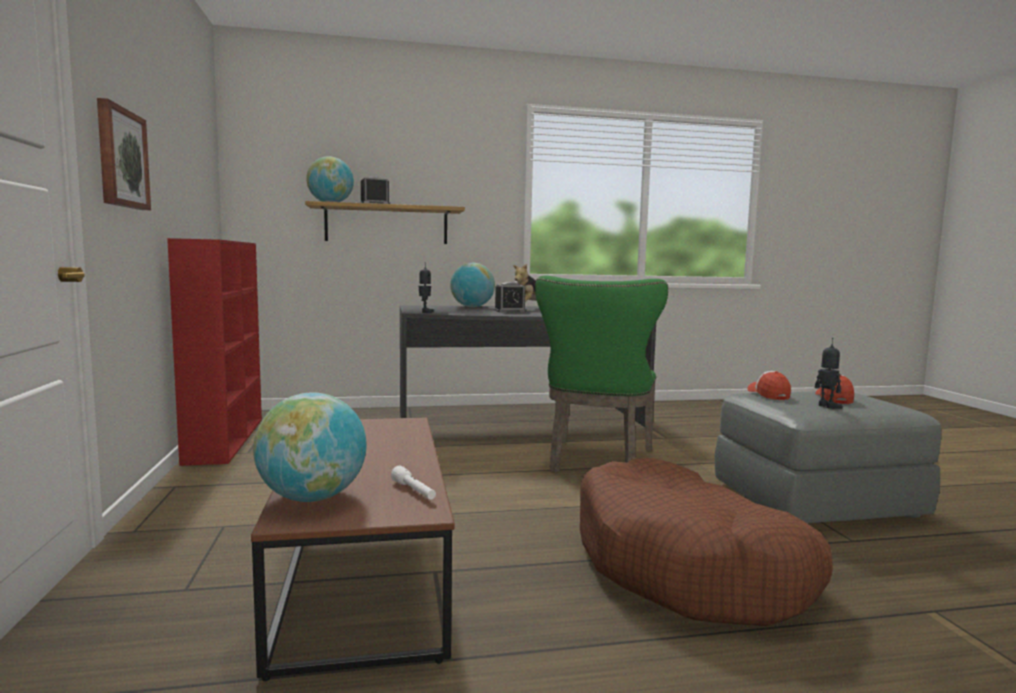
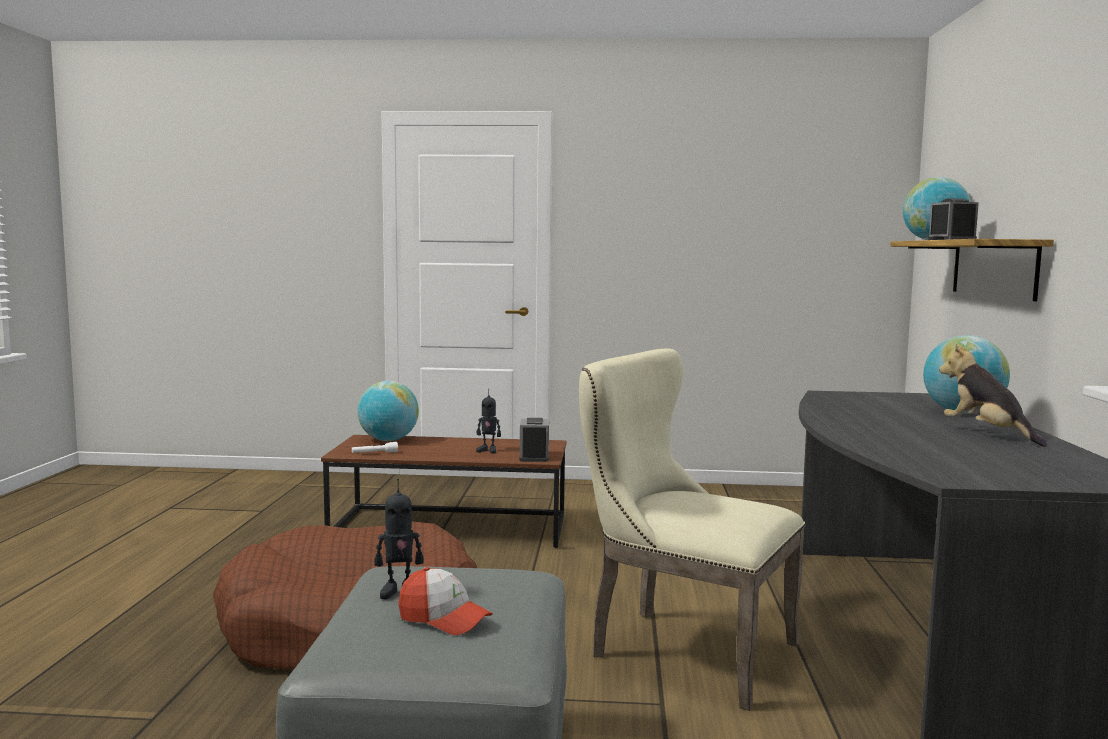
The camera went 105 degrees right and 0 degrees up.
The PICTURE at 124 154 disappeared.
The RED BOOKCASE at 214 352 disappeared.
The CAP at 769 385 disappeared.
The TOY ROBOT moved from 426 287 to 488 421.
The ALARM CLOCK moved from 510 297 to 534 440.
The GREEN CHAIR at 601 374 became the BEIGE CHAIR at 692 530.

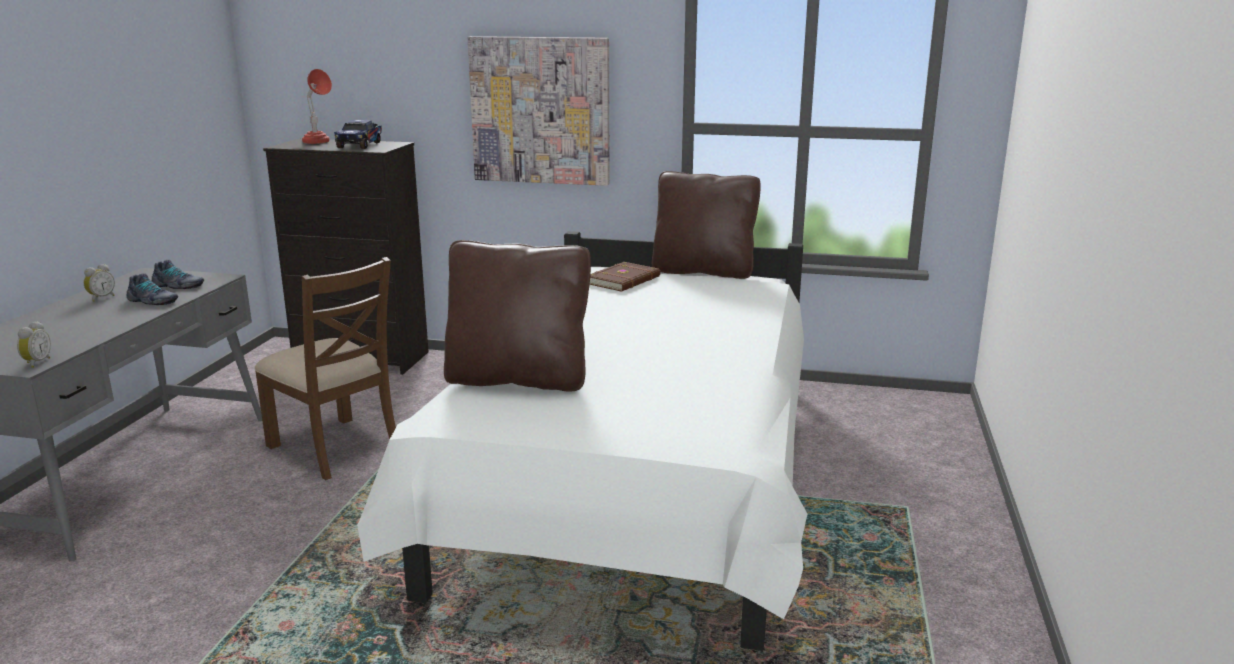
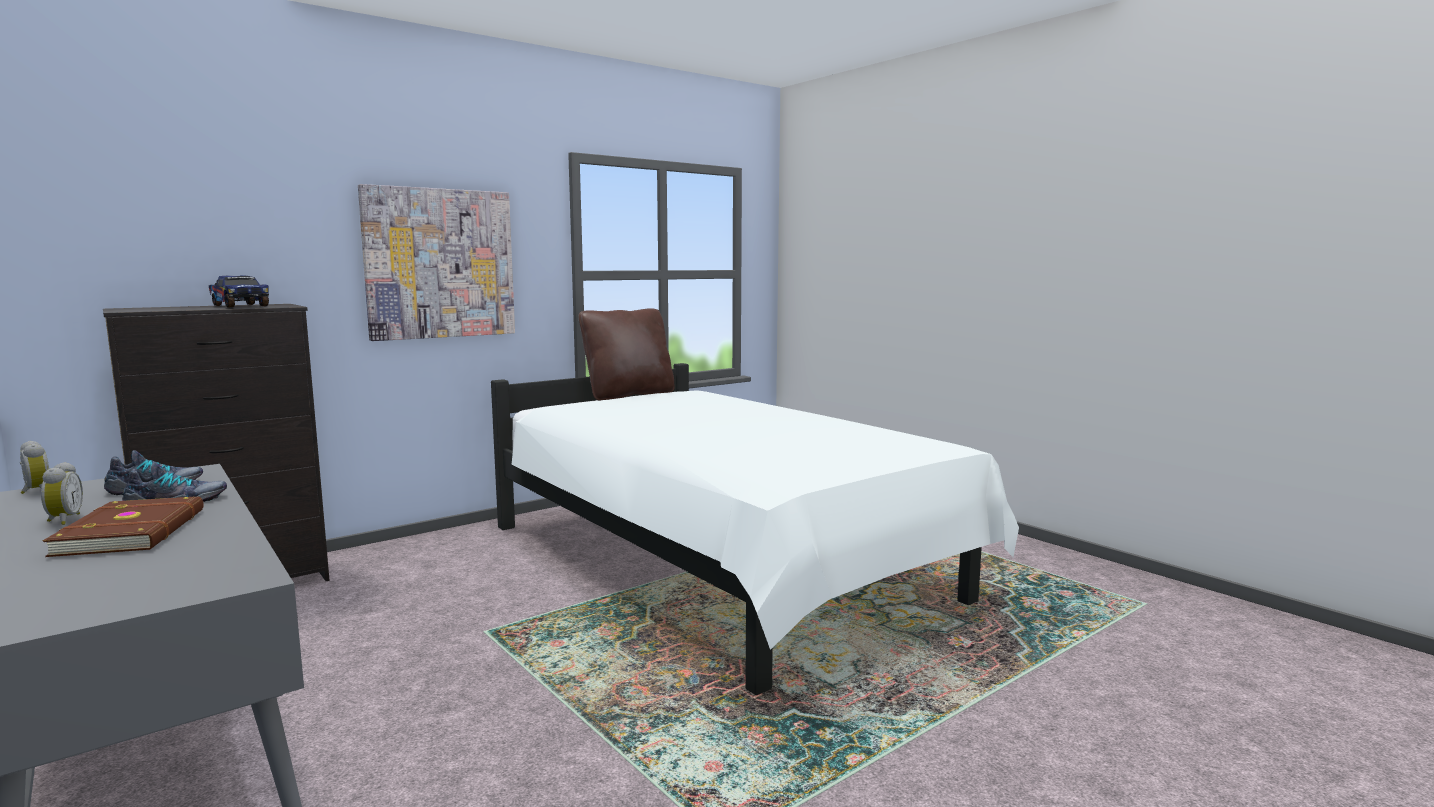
The camera went 50 degrees left and 10 degrees down.
The BROWN CHAIR at 325 368 disappeared.
The RED TABLE LAMP at 317 106 disappeared.
The BROWN PILLOW at 517 316 disappeared.
The ALARM CLOCK moved from 34 344 to 34 467.
The BROWN BOOK moved from 625 277 to 123 527.

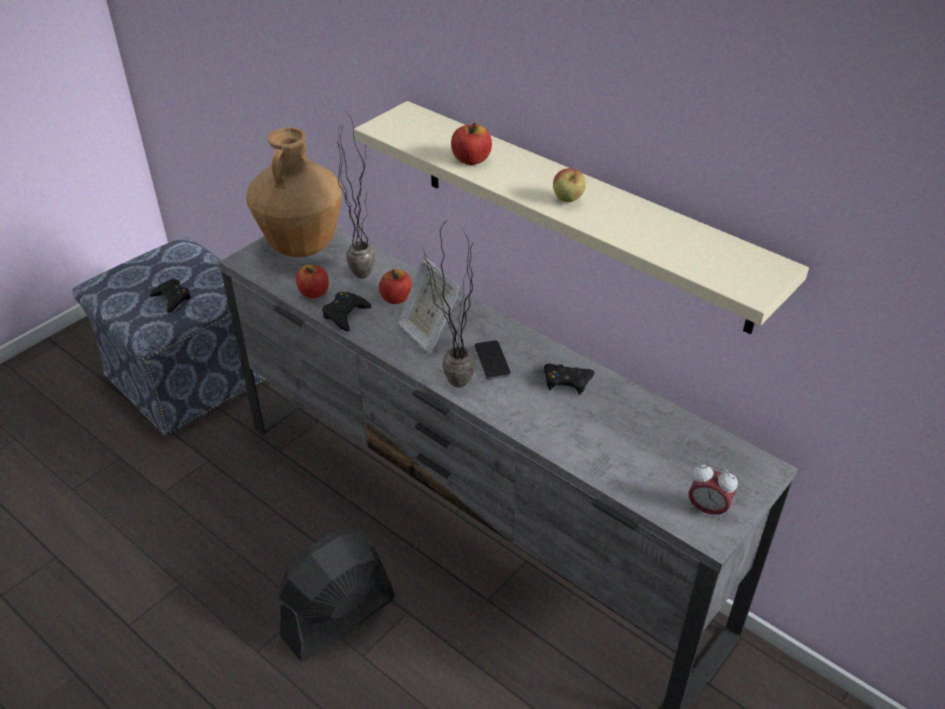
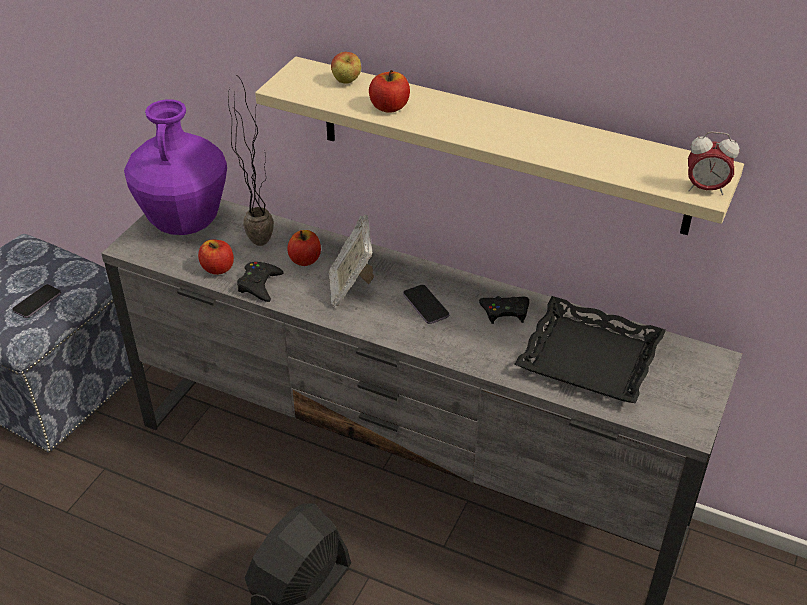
The camera went 15 degrees left and 0 degrees up.
The POTTED PLANT at 449 306 disappeared.
The BLACK TRAY at 590 349 appeared.
The APPLE moved from 569 185 to 346 67.
The ALARM CLOCK moved from 713 492 to 713 163.
The BLACK GAME CONTROLLER at 170 296 was replaced by the PHONE at 36 301.
The BROWN VASE at 294 192 became the PURPLE VASE at 175 167.
The PICTURE FRAME at 429 306 turned 45 degrees clockwise.

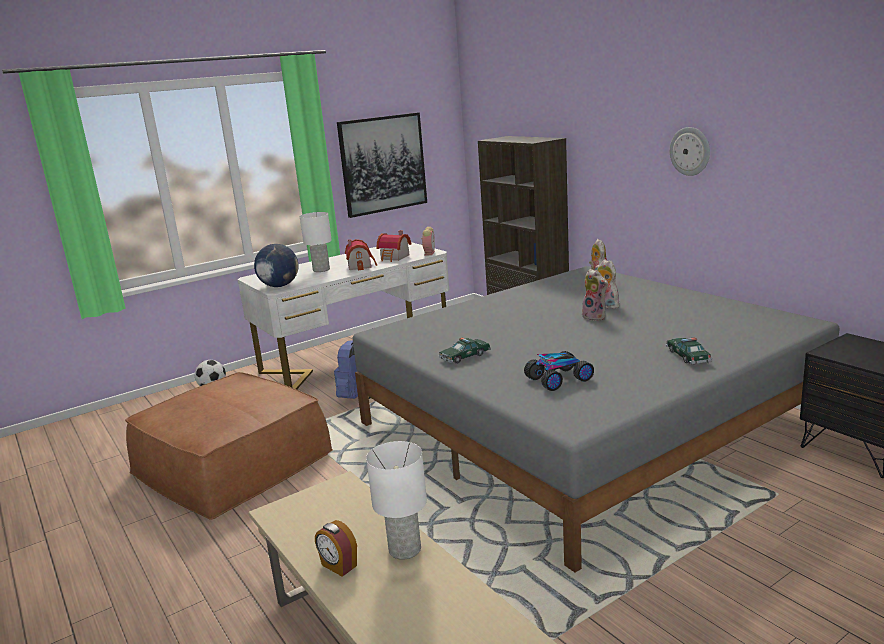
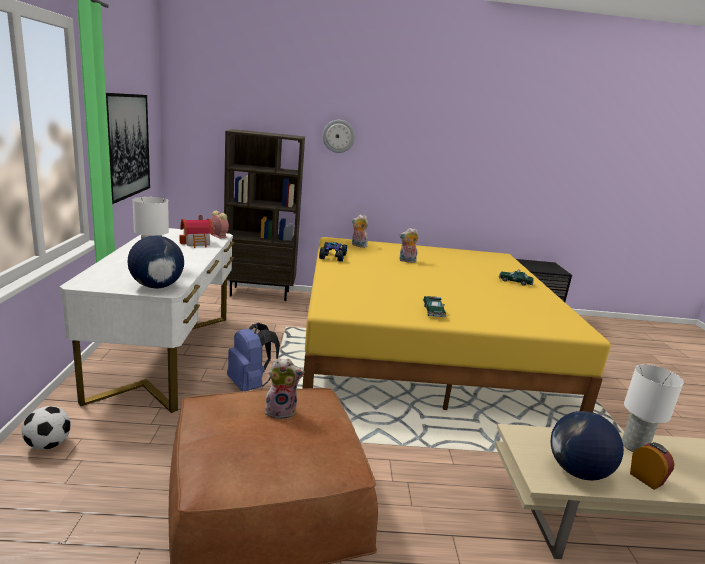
The camera went 60 degrees left and 0 degrees up.
The TOY HOUSE at 361 255 disappeared.
The GLOBE at 587 445 appeared.
The TOY CAR moved from 559 371 to 333 252.
The PLUSH TOY moved from 595 295 to 285 388.
The WALL CLOCK moved from 690 151 to 339 136.
The GREY BED at 596 419 became the YELLOW BED at 456 324.
The ALARM CLOCK at 336 548 turned 105 degrees counterclockwise.

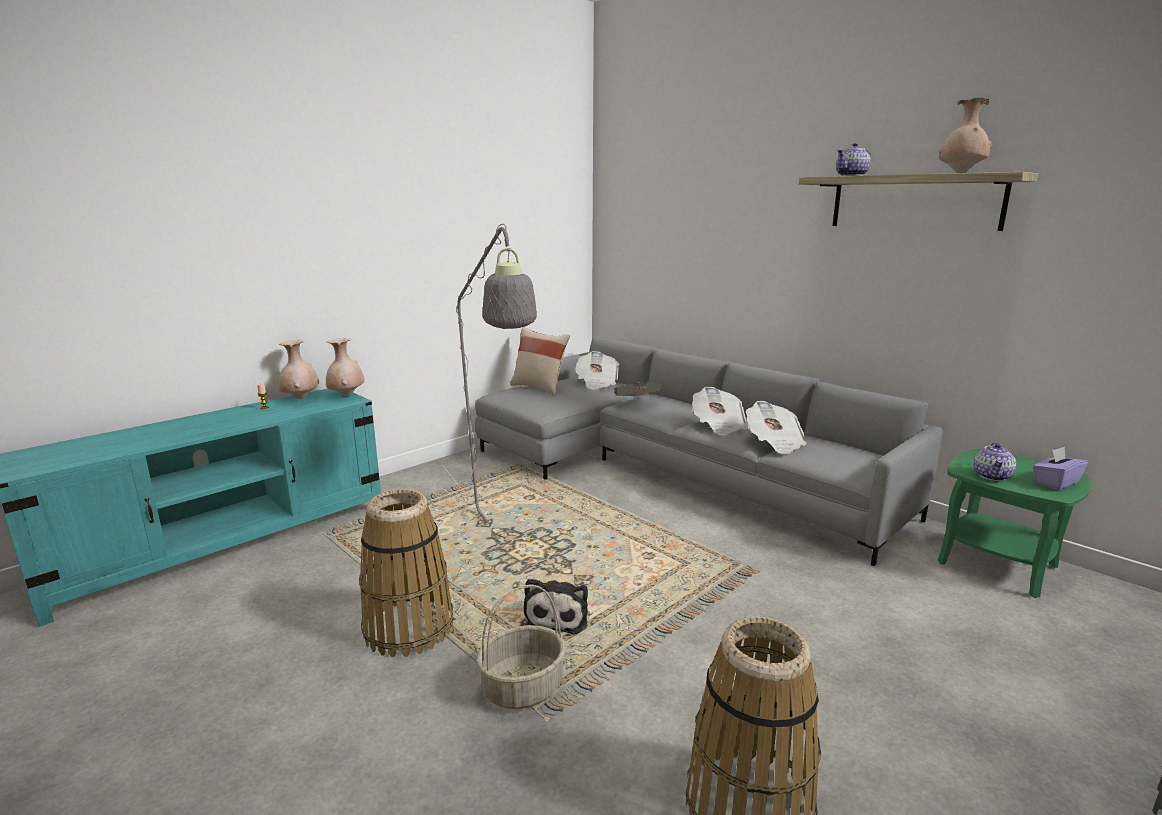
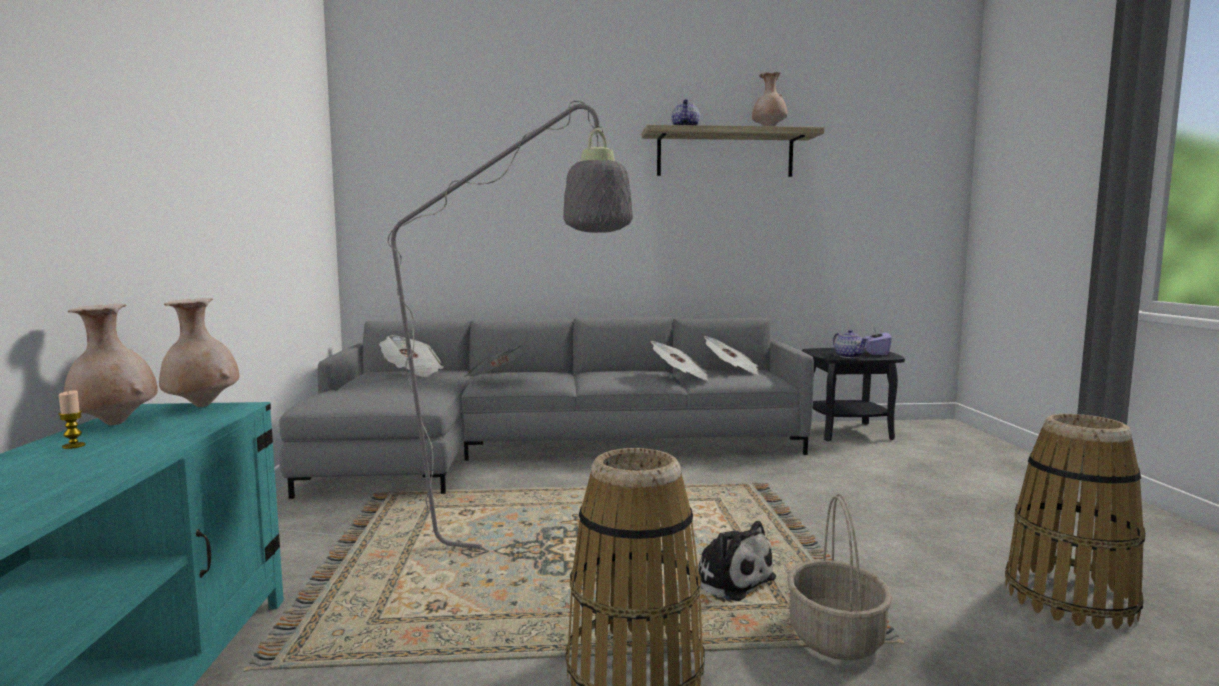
The camera went 50 degrees left and 10 degrees down.
The BEIGE PILLOW at 540 361 disappeared.
The NEWSPAPER moved from 719 411 to 731 355.
The GREEN SIDE TABLE at 1014 523 became the BLACK SIDE TABLE at 853 394.

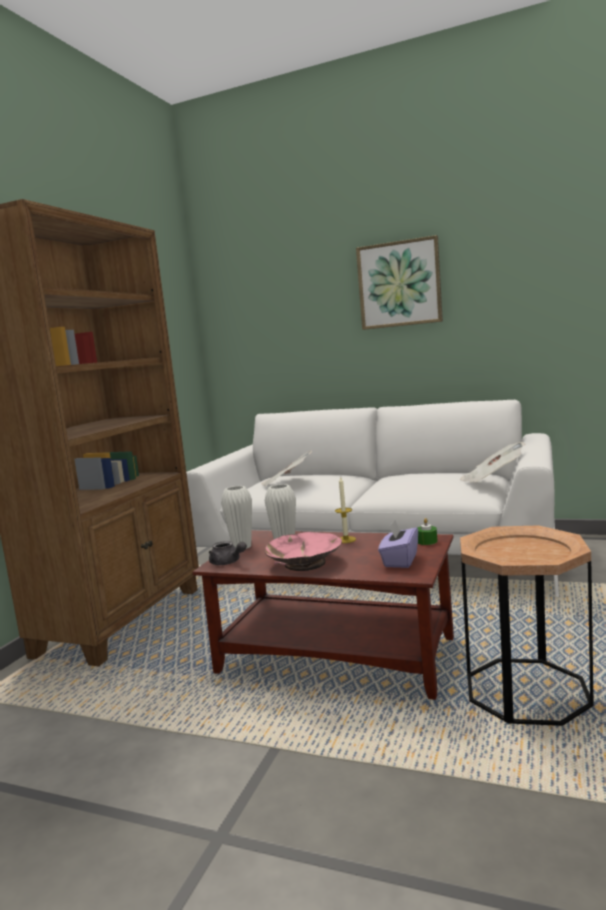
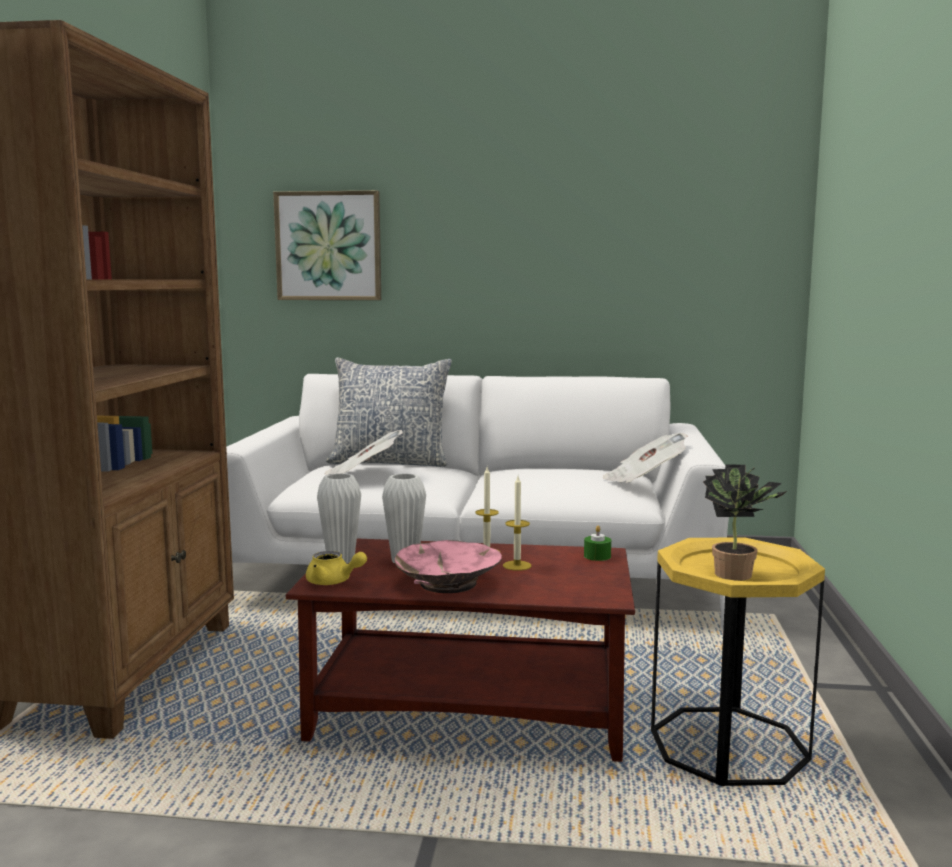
The camera went 15 degrees left and 0 degrees up.
The PURPLE TISSUE BOX at 398 544 disappeared.
The PILLOW at 389 411 appeared.
The CANDLE at 517 523 appeared.
The POTTED PLANT at 745 522 appeared.
The PICTURE moved from 399 282 to 327 245.
The GREY TEAPOT at 228 553 became the YELLOW TEAPOT at 336 568.
The BROWN SIDE TABLE at 527 625 became the YELLOW SIDE TABLE at 738 661.

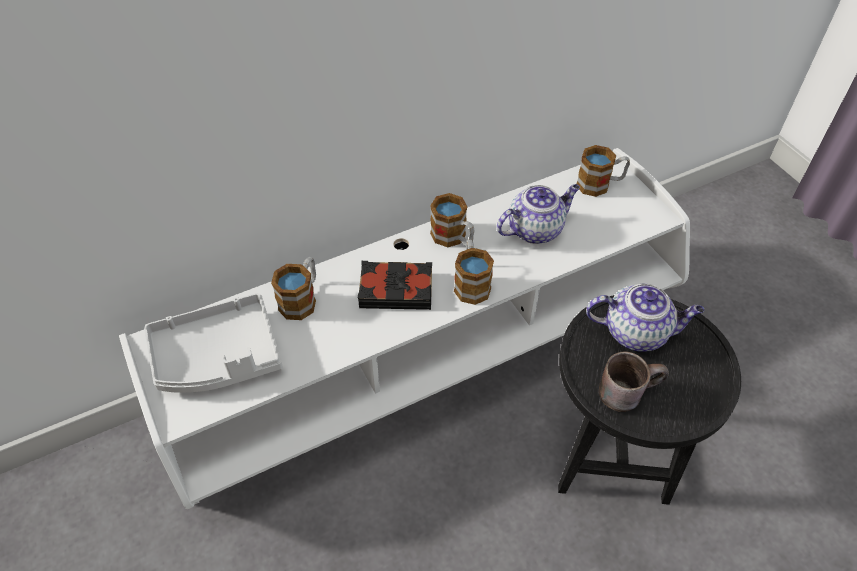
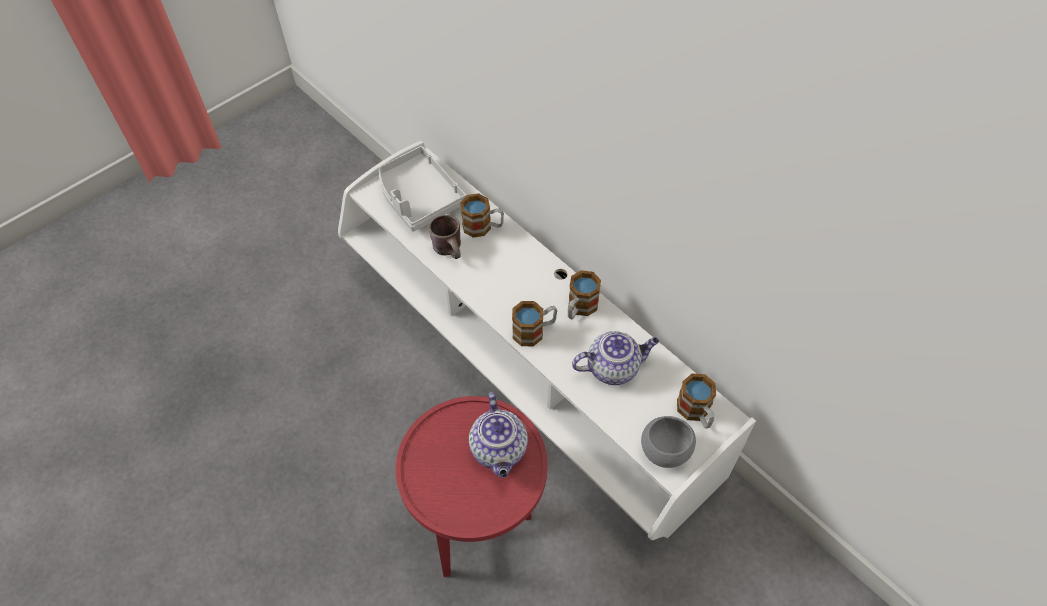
The camera went 75 degrees right and 5 degrees up.
The BLACK BOOK at 395 285 disappeared.
The GREY BOWL at 668 442 appeared.
The BROWN MUG moved from 634 382 to 445 237.
The BLACK SIDE TABLE at 649 400 became the RED SIDE TABLE at 471 486.
The TEAPOT at 538 214 turned 60 degrees counterclockwise.

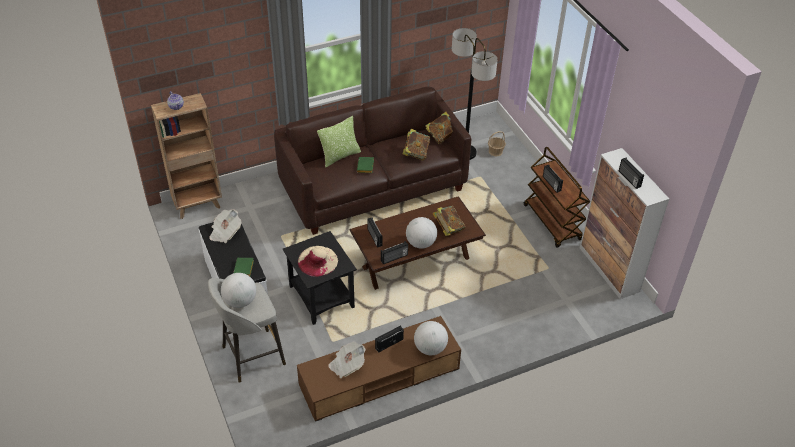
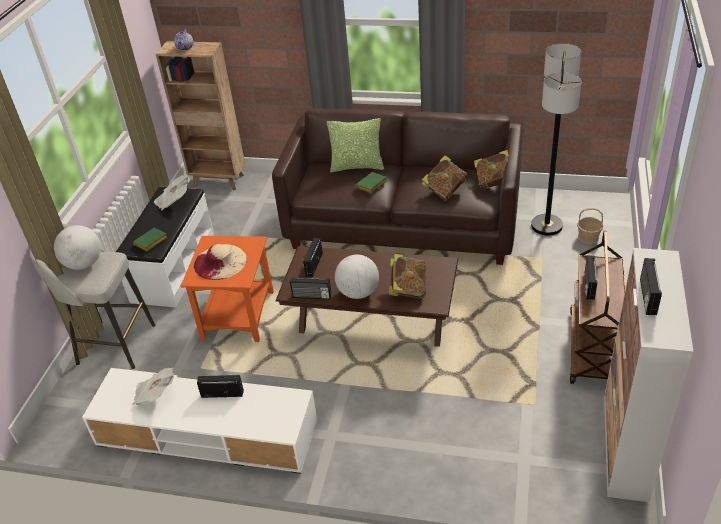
The camera went 40 degrees right and 5 degrees down.
The GLOBE at 431 338 disappeared.
The BLACK SIDE TABLE at 320 278 became the ORANGE SIDE TABLE at 227 289.
The BROWN TV STAND at 379 369 became the WHITE TV STAND at 199 421.

